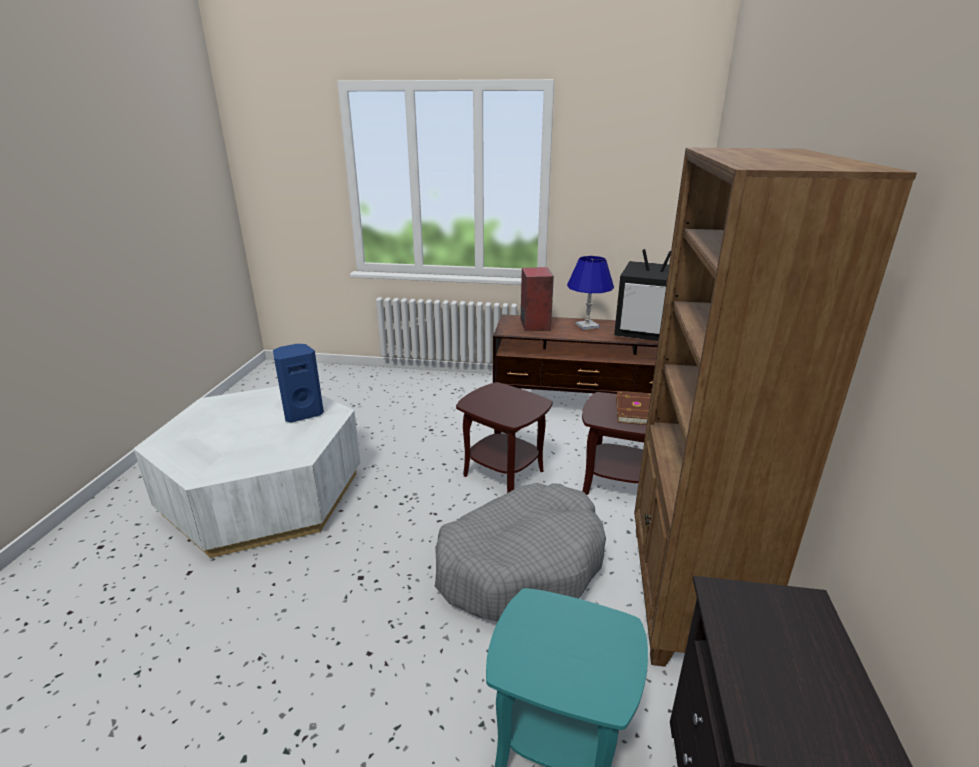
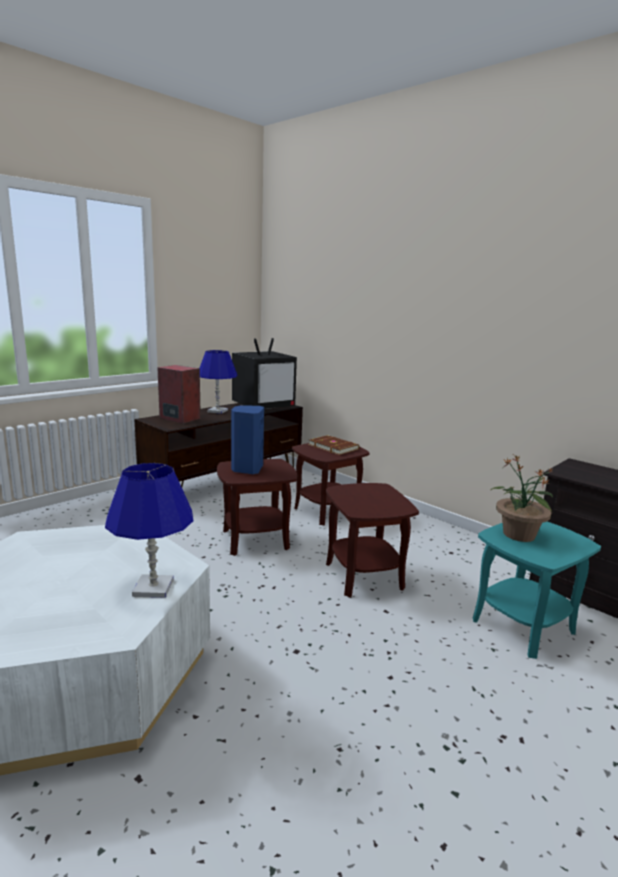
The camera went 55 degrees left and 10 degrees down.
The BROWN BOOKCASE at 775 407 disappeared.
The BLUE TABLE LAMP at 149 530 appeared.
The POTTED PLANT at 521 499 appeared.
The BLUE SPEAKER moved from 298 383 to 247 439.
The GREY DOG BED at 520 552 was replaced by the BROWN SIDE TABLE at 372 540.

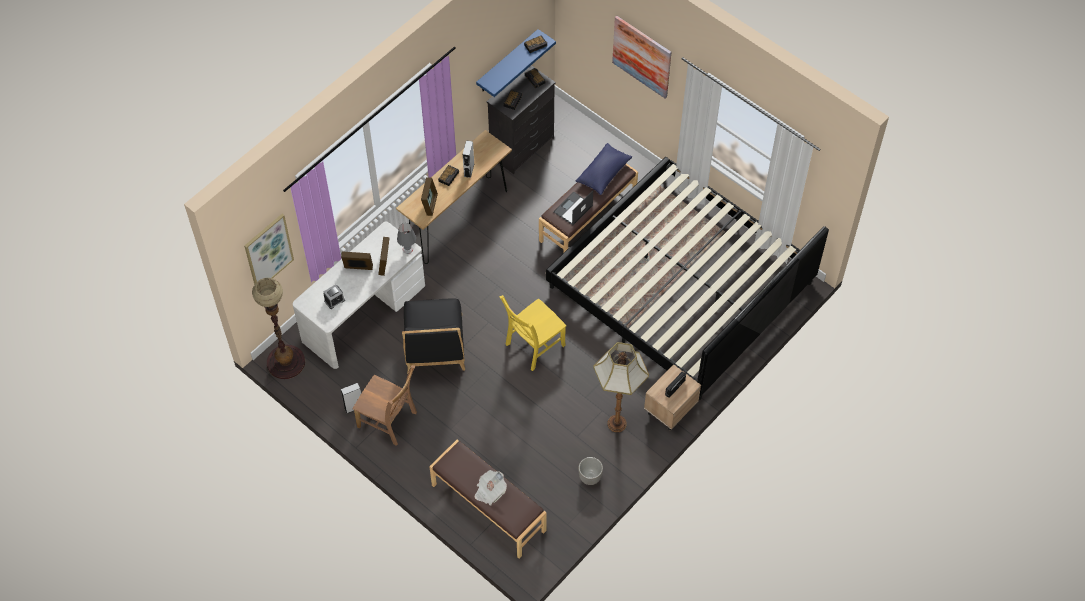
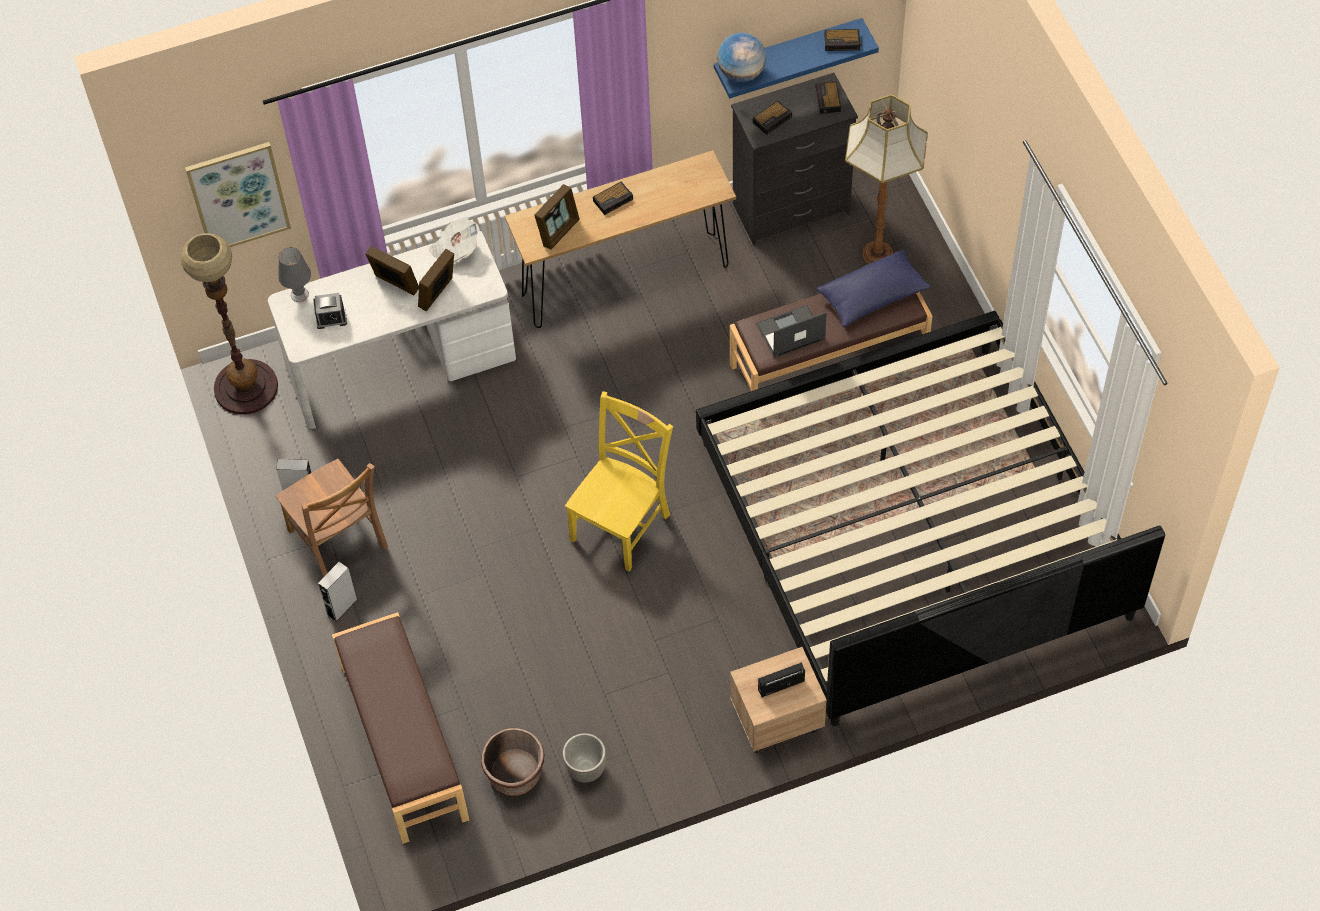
The camera went 30 degrees right and 0 degrees up.
The BLACK CHAIR at 433 336 disappeared.
The PICTURE at 641 57 disappeared.
The BROWN PLANTER at 512 762 appeared.
The GLOBE at 741 57 appeared.
The GREY TABLE LAMP moved from 406 238 to 294 274.
The GREY SPEAKER moved from 468 159 to 338 592.
The NEWSPAPER moved from 490 487 to 454 240.
The FLOOR LAMP moved from 621 387 to 886 179.
The YELLOW CHAIR at 532 333 turned 135 degrees clockwise.

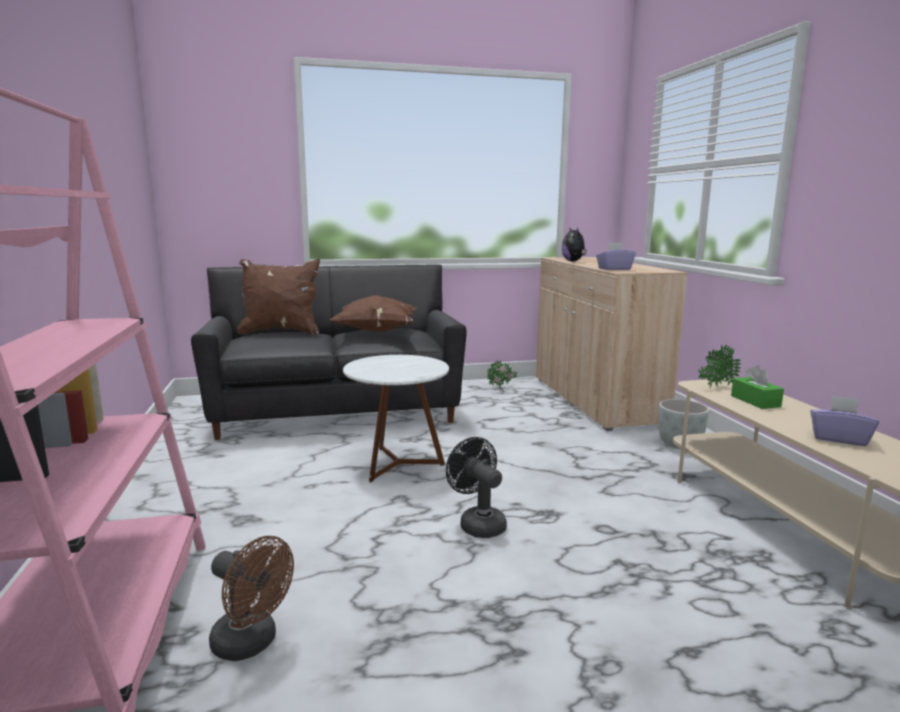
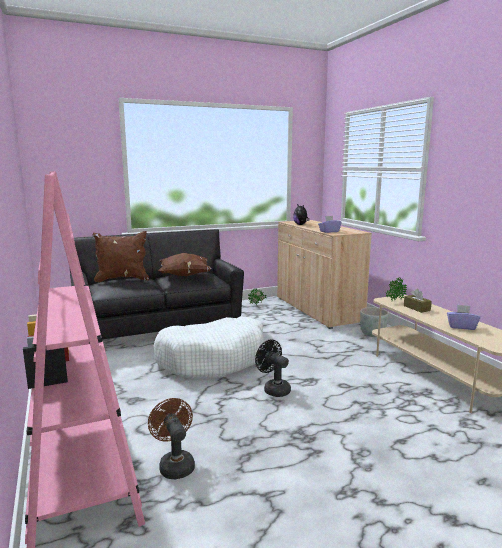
The camera went 10 degrees left and 0 degrees up.
The WHITE SIDE TABLE at 396 418 was replaced by the WHITE DOG BED at 209 347.
The GREEN TISSUE BOX at 757 387 became the BROWN TISSUE BOX at 418 301.
The BROWN FAN at 251 598 turned 135 degrees counterclockwise.

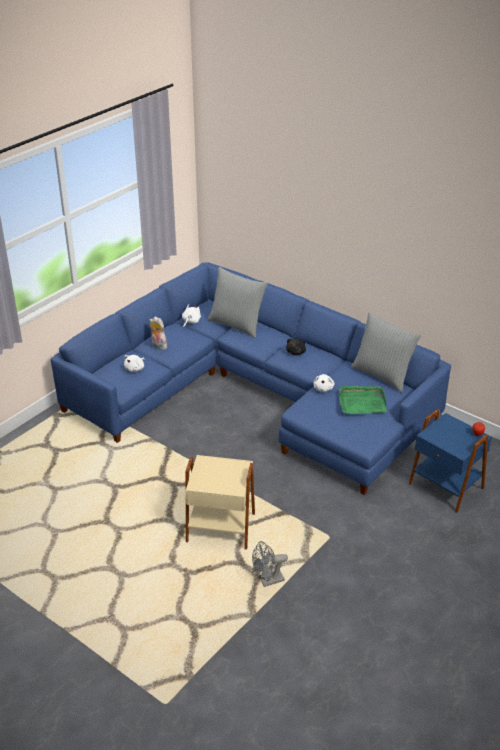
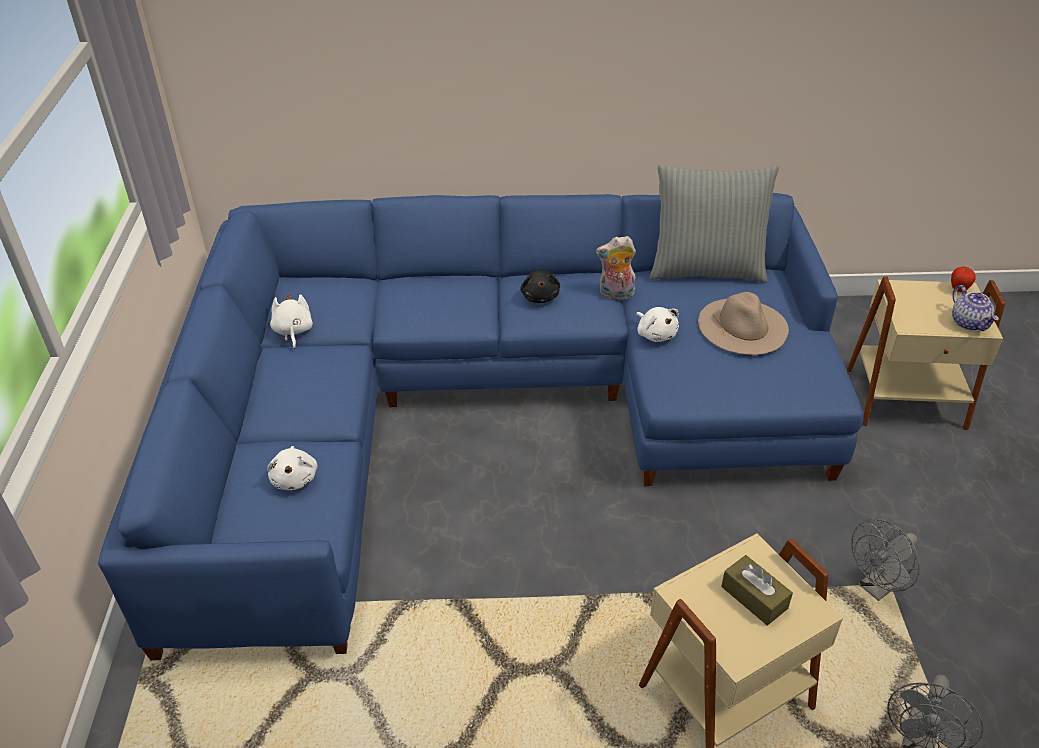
The camera went 40 degrees left and 5 degrees up.
The GREY PILLOW at 238 302 disappeared.
The BROWN TISSUE BOX at 757 590 appeared.
The GREY FAN at 885 559 appeared.
The TEAPOT at 975 308 appeared.
The PLUSH TOY moved from 158 333 to 616 268.
The GREEN TRAY at 363 400 was replaced by the BEIGE HAT at 743 323.
The BLUE SIDE TABLE at 450 461 became the BEIGE SIDE TABLE at 926 353.

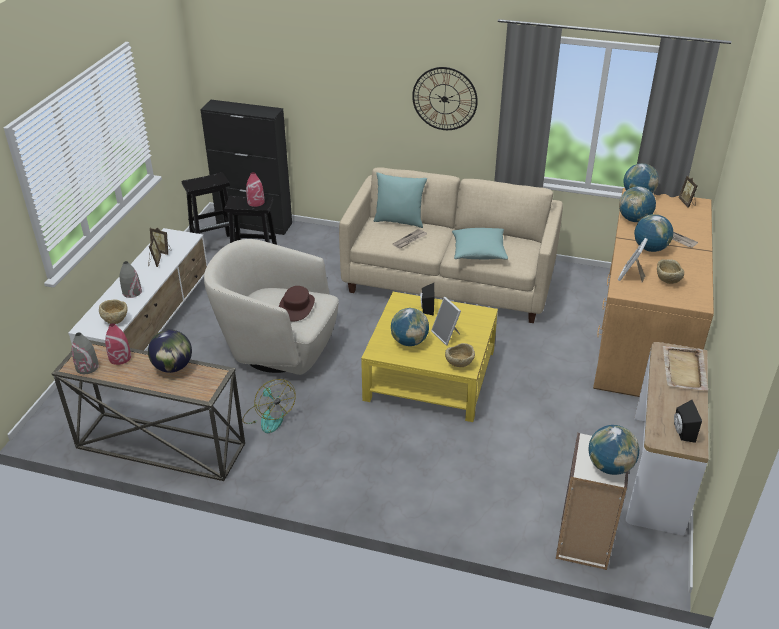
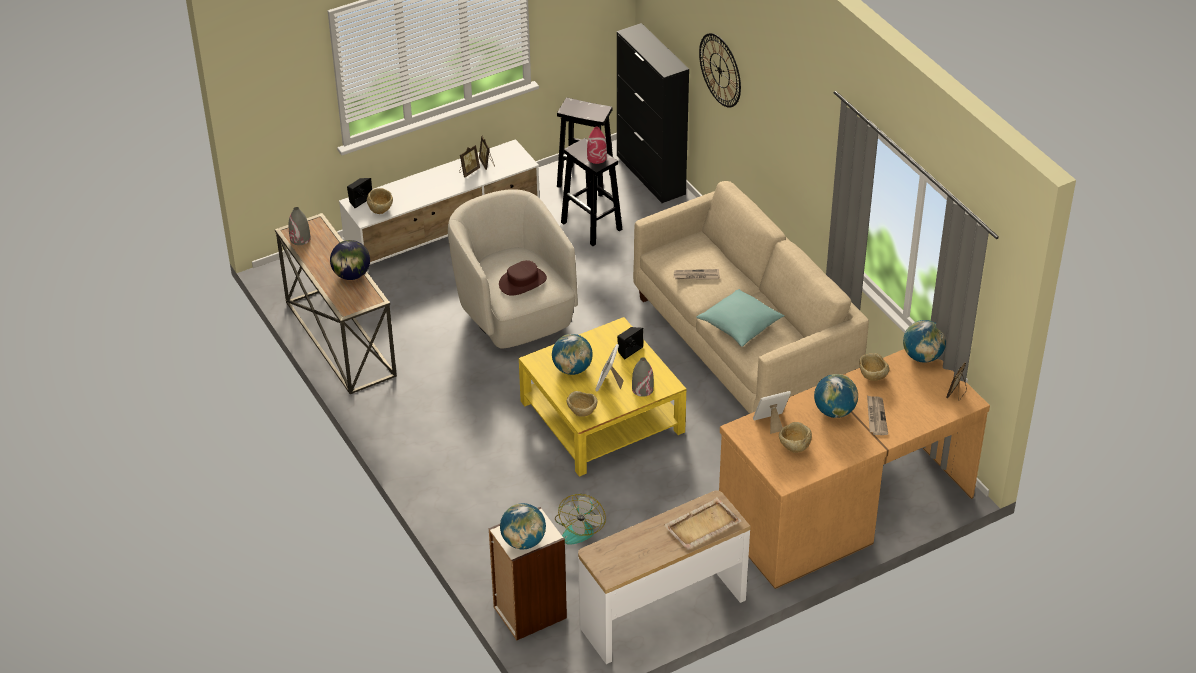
The camera went 45 degrees right and 5 degrees up.
The RED VASE at 118 344 disappeared.
The TURQUOISE PILLOW at 400 200 disappeared.
The GREY VASE moved from 131 279 to 643 377.
The FAN moved from 269 406 to 580 519.
The WALL CLOCK moved from 445 98 to 720 70.
The BLACK SPEAKER moved from 688 421 to 359 193.
The GLOBE at 637 204 was replaced by the BEIGE BOWL at 874 367.

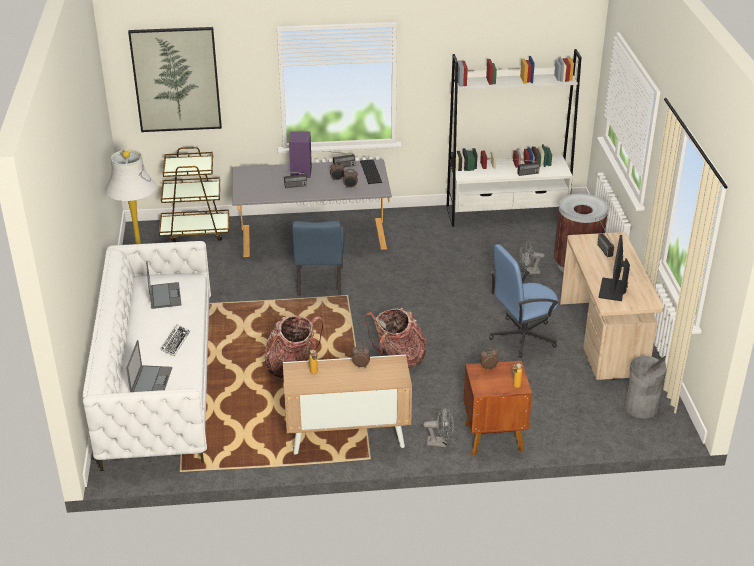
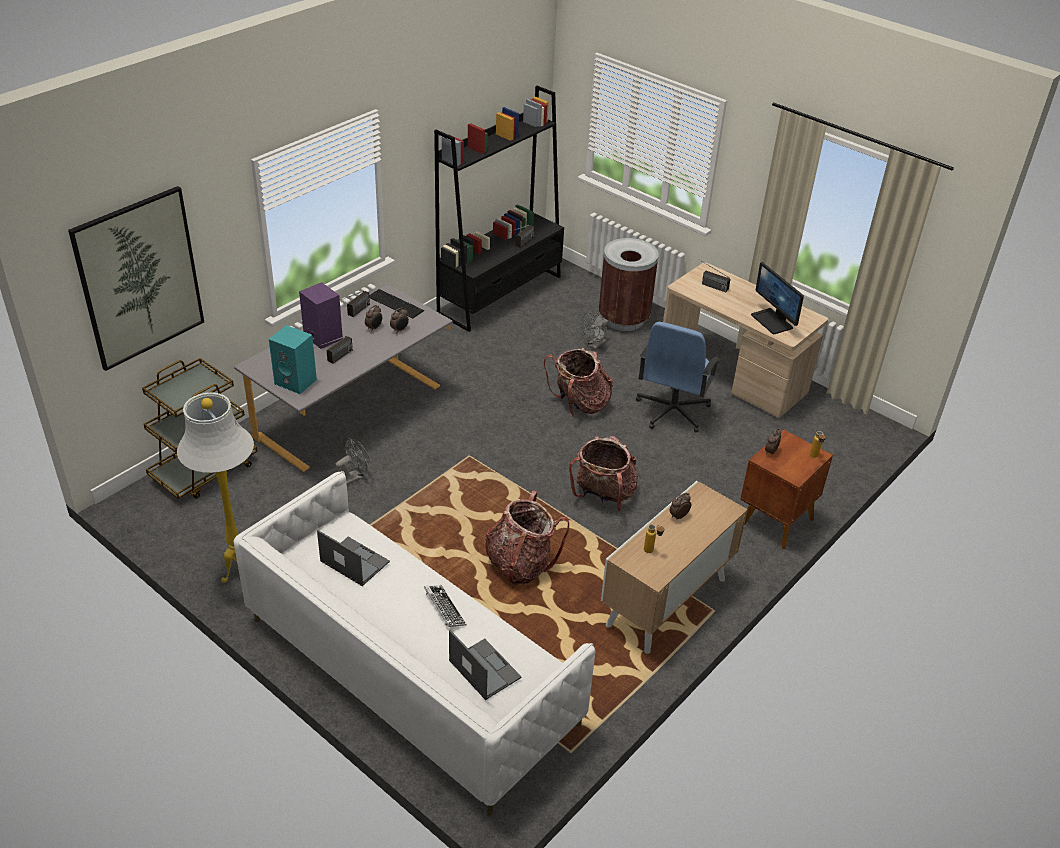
The camera went 45 degrees left and 5 degrees up.
The BLUE CHAIR at 318 258 disappeared.
The GREY TRASH CAN at 645 387 disappeared.
The TURQUOISE SPEAKER at 293 359 appeared.
The BACKPACK at 578 382 appeared.
The GREY FAN moved from 438 427 to 352 461.
The WHITE BOOKCASE at 514 138 became the BLACK BOOKCASE at 499 208.

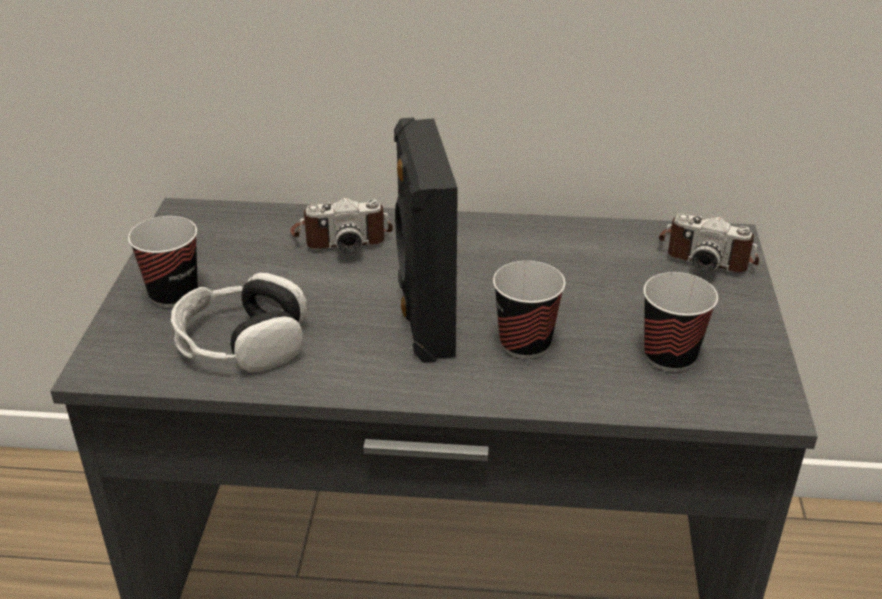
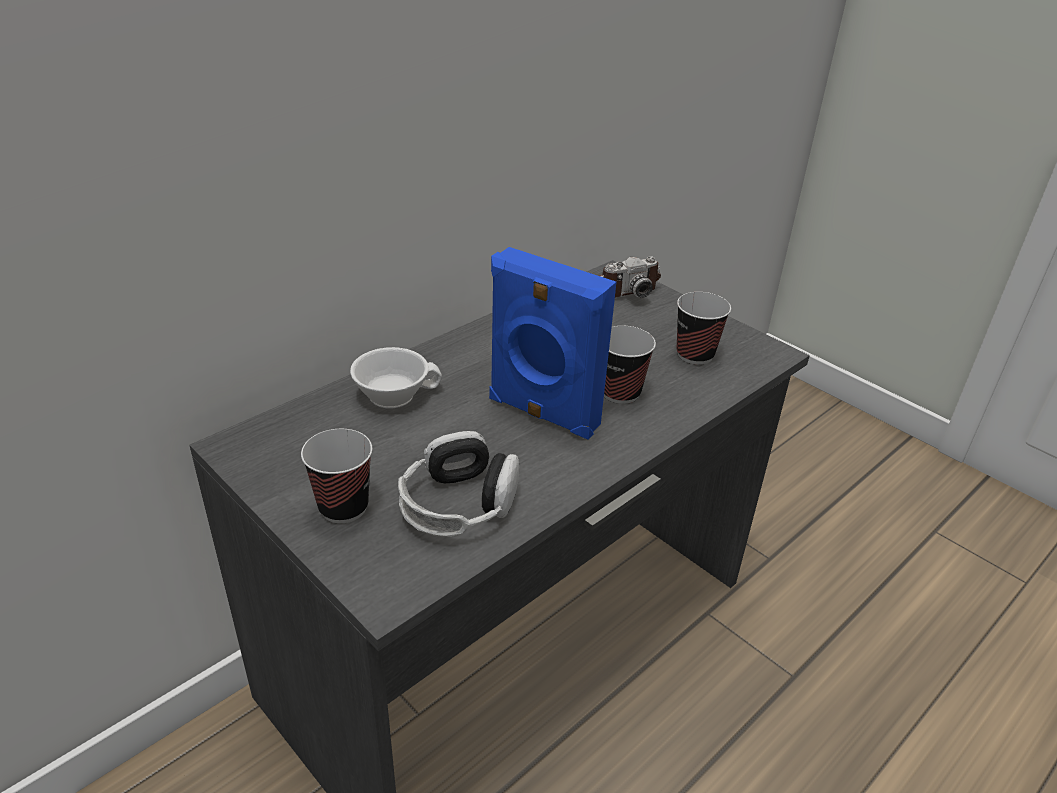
The camera went 50 degrees left and 0 degrees up.
The PHOTO CAMERA at 341 225 was replaced by the WHITE CUP at 396 377.
The BLACK SPEAKER at 426 240 became the BLUE SPEAKER at 552 343.

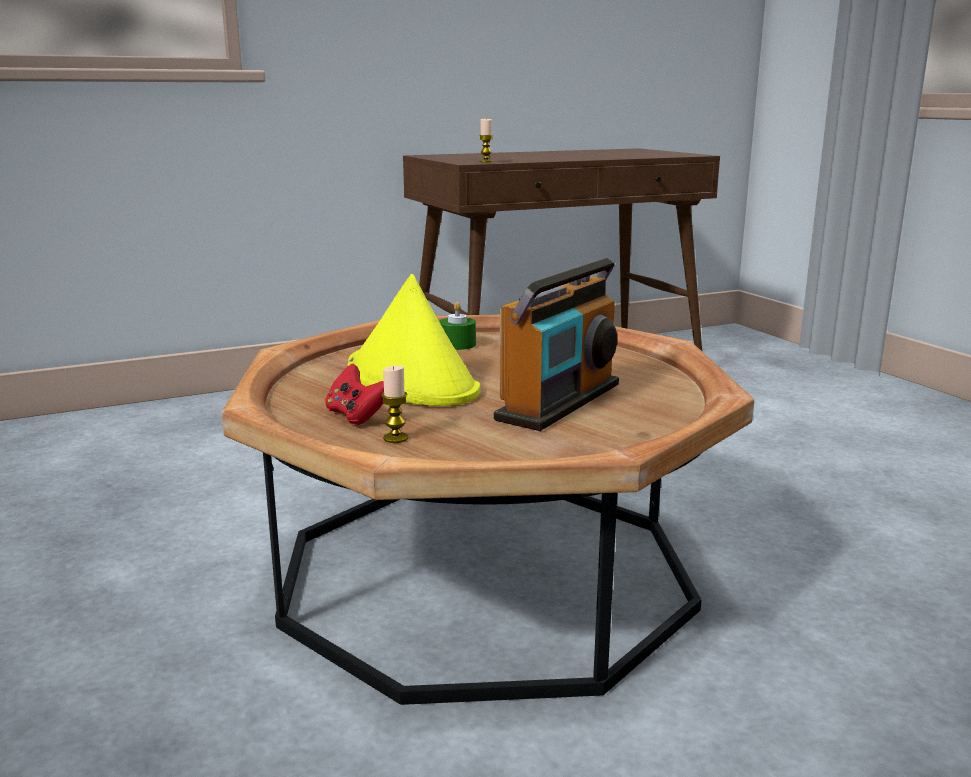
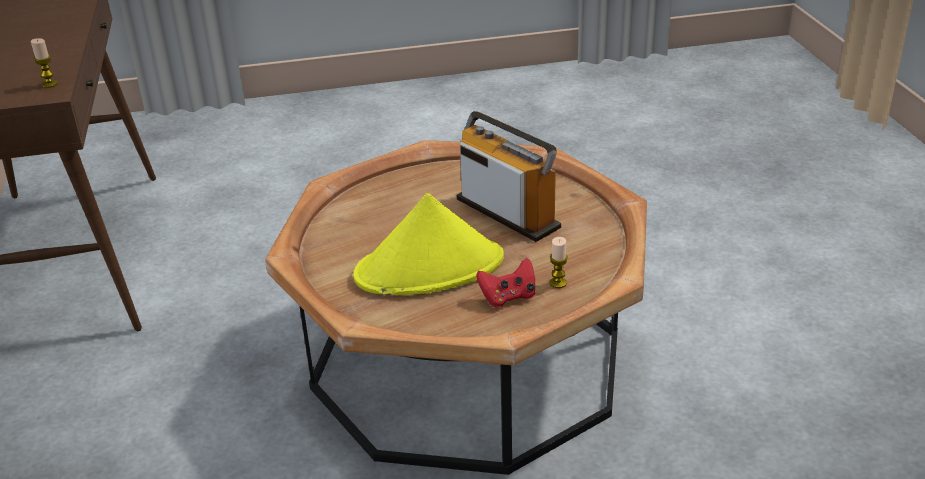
The camera went 75 degrees left and 15 degrees up.
The GREEN CANDLE at 457 326 disappeared.

